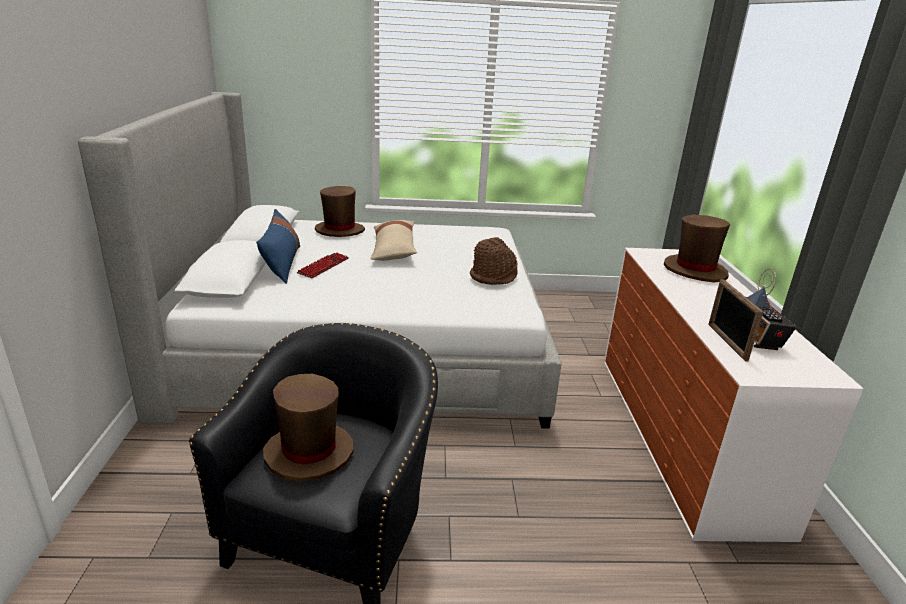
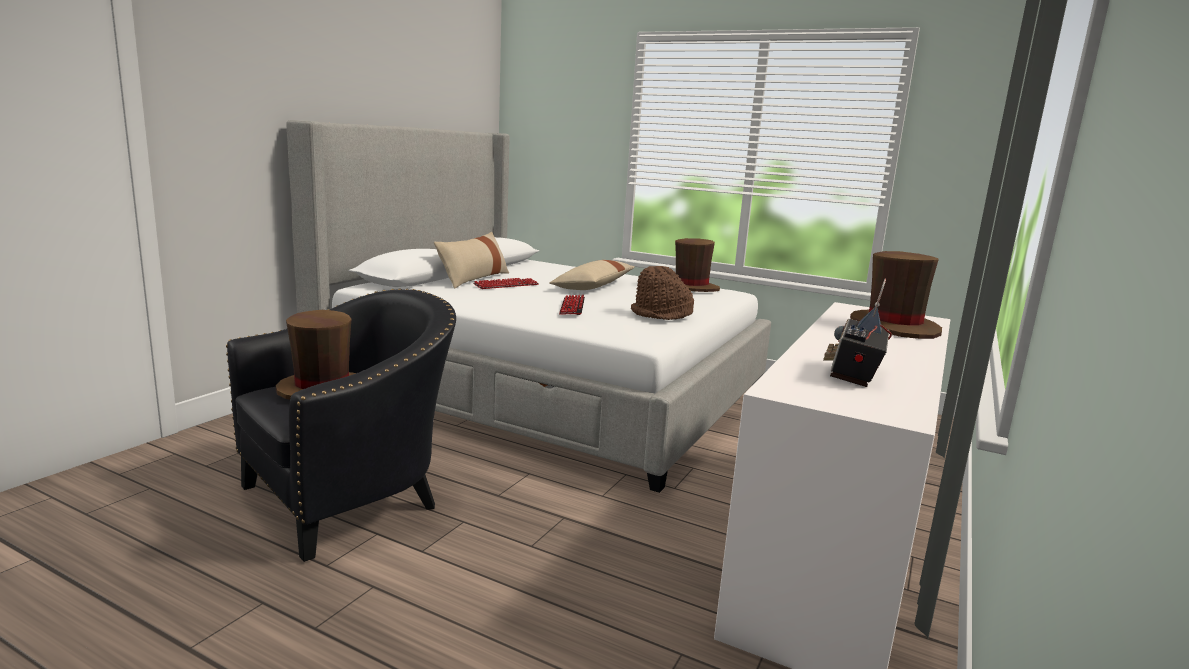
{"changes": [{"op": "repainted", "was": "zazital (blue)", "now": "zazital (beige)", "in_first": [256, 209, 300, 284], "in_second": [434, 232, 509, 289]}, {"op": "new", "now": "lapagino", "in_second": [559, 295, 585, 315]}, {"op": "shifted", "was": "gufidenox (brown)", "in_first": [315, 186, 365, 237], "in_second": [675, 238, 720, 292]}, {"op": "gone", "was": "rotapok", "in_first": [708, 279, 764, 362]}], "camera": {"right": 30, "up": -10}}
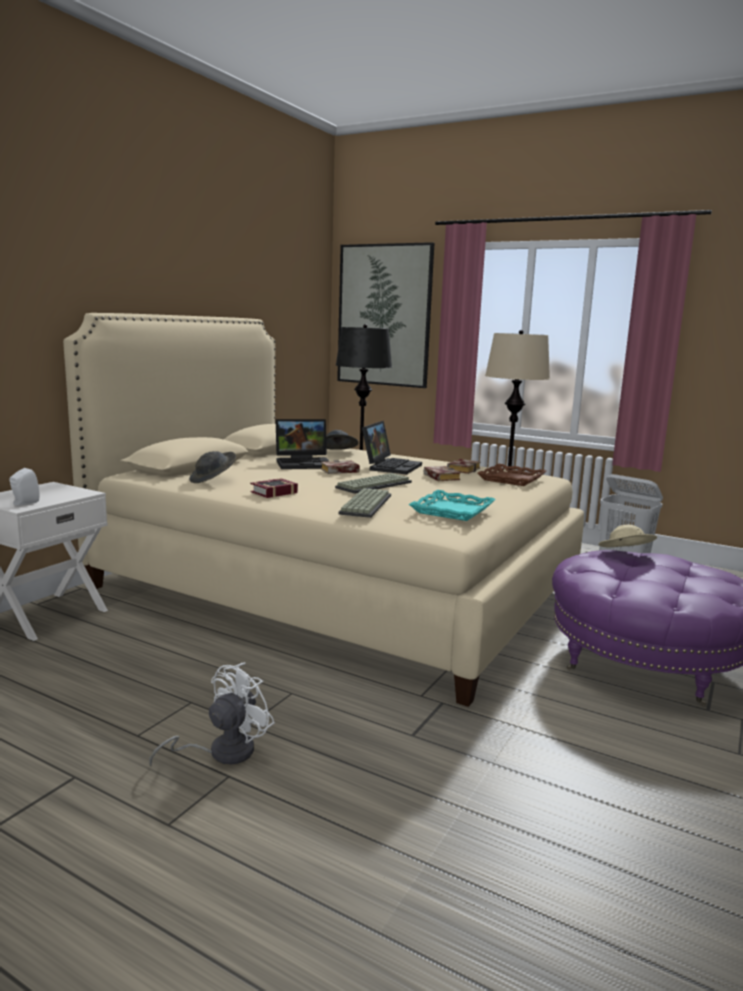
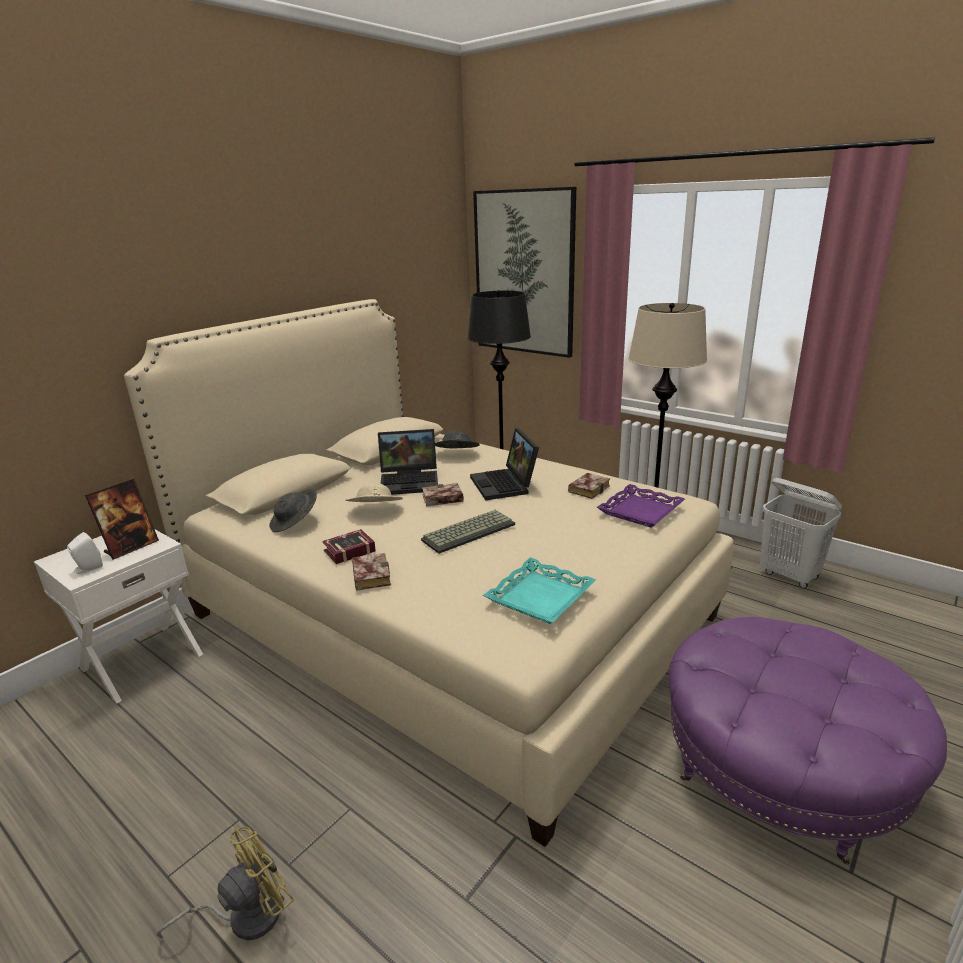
{"changes": [{"op": "new", "now": "rotapok", "in_second": [85, 479, 159, 560]}, {"op": "repainted", "was": "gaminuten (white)", "now": "gaminuten (yellow)", "in_first": [149, 662, 275, 766], "in_second": [157, 827, 294, 940]}, {"op": "shifted", "was": "gufidenox (beige)", "in_first": [598, 525, 657, 547], "in_second": [345, 483, 403, 502]}, {"op": "shifted", "was": "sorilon", "in_first": [424, 466, 461, 481], "in_second": [352, 553, 391, 591]}, {"op": "rotated", "was": "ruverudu", "in_first": [362, 421, 422, 474], "in_second": [470, 428, 539, 500], "clockwise": 135}, {"op": "repainted", "was": "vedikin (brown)", "now": "vedikin (purple)", "in_first": [477, 463, 546, 486], "in_second": [597, 484, 685, 528]}, {"op": "gone", "was": "lapagino", "in_first": [339, 488, 391, 518]}], "camera": {"right": 10, "up": 10}}
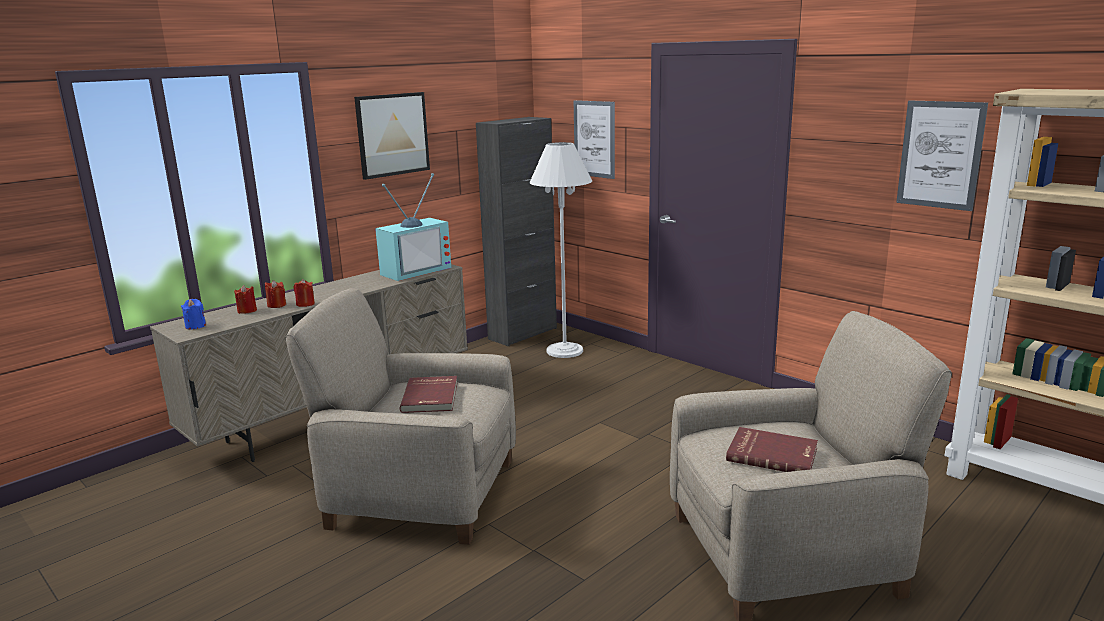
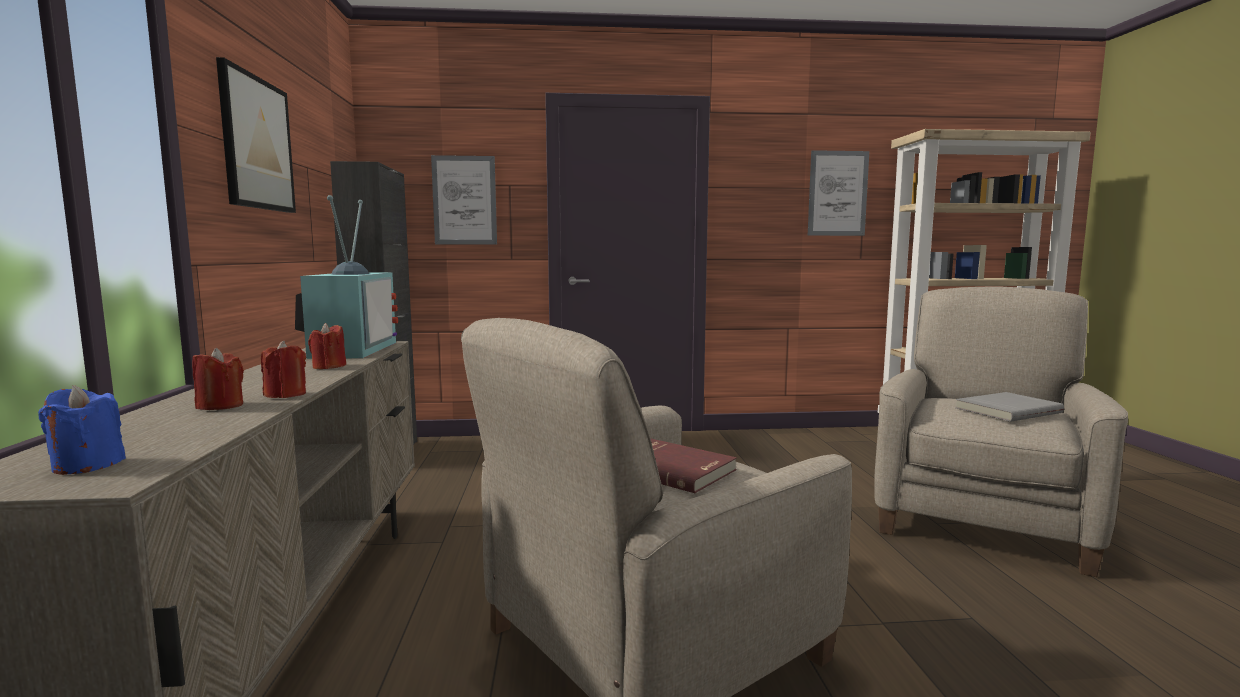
{"changes": [{"op": "shifted", "was": "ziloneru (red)", "in_first": [234, 285, 257, 314], "in_second": [308, 323, 346, 369]}, {"op": "repainted", "was": "sorilon (red)", "now": "sorilon (grey)", "in_first": [726, 427, 818, 472], "in_second": [955, 392, 1064, 422]}, {"op": "gone", "was": "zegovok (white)", "in_first": [530, 142, 592, 358]}], "camera": {"right": -50, "up": -10}}
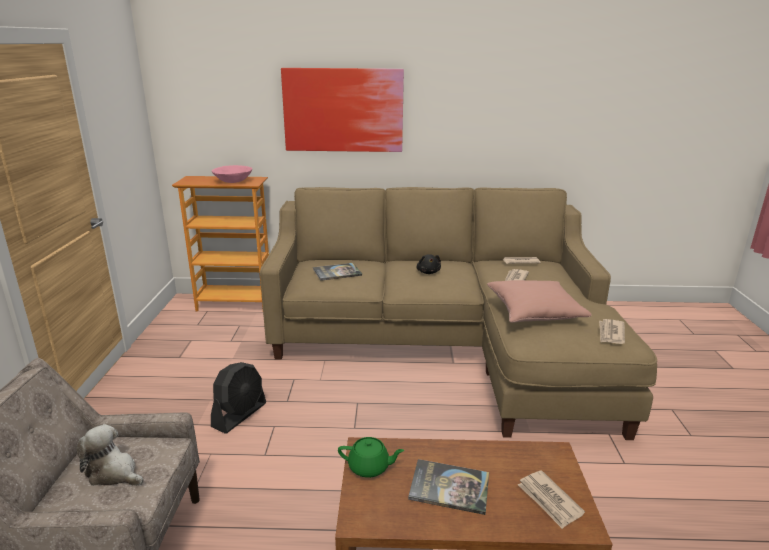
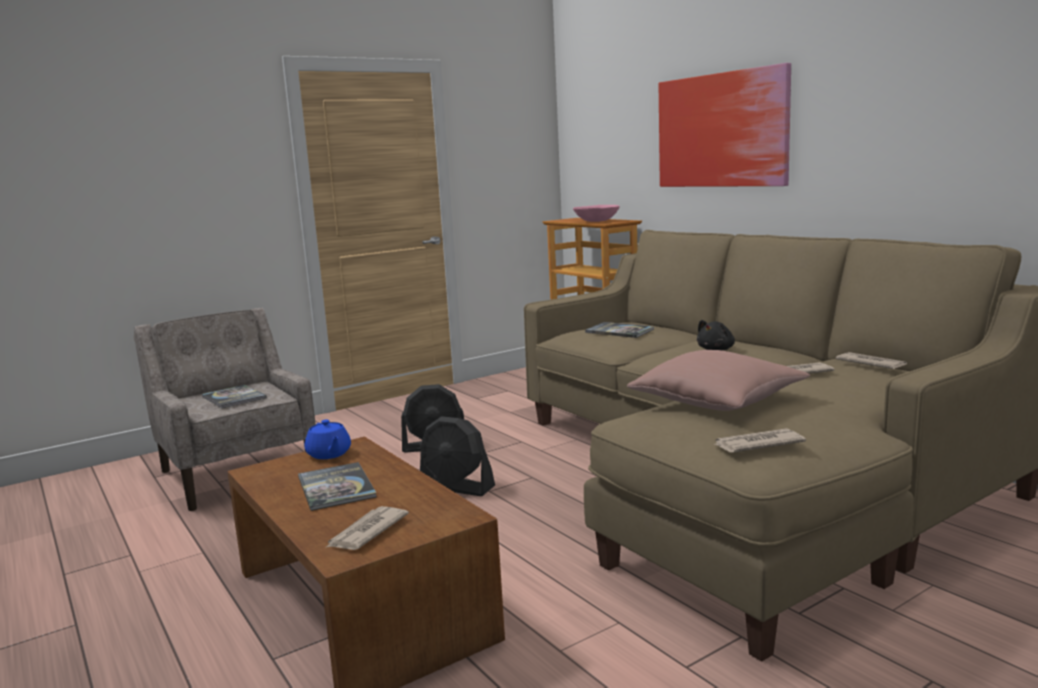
{"changes": [{"op": "swapped", "was": "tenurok", "now": "sorilon", "in_first": [76, 424, 143, 486], "in_second": [202, 385, 267, 408]}, {"op": "repainted", "was": "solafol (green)", "now": "solafol (blue)", "in_first": [338, 437, 405, 478], "in_second": [304, 419, 351, 459]}, {"op": "new", "now": "gaminuten (black)", "in_second": [420, 416, 495, 496]}], "camera": {"right": 55, "up": -10}}
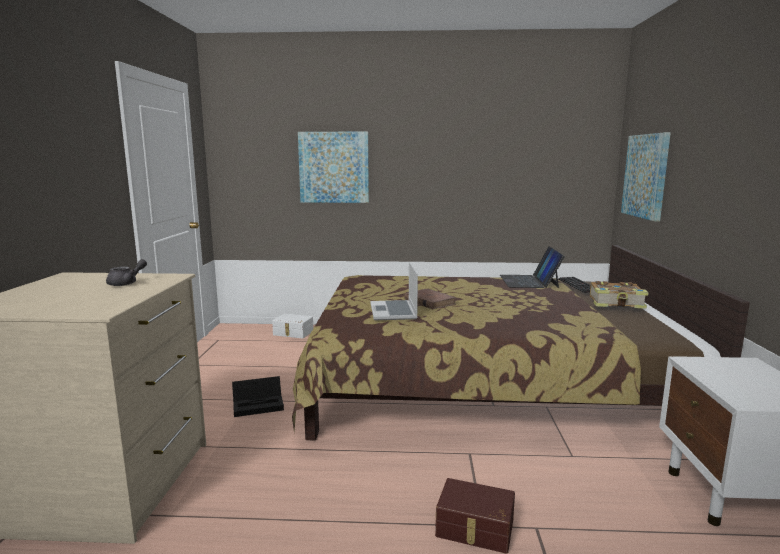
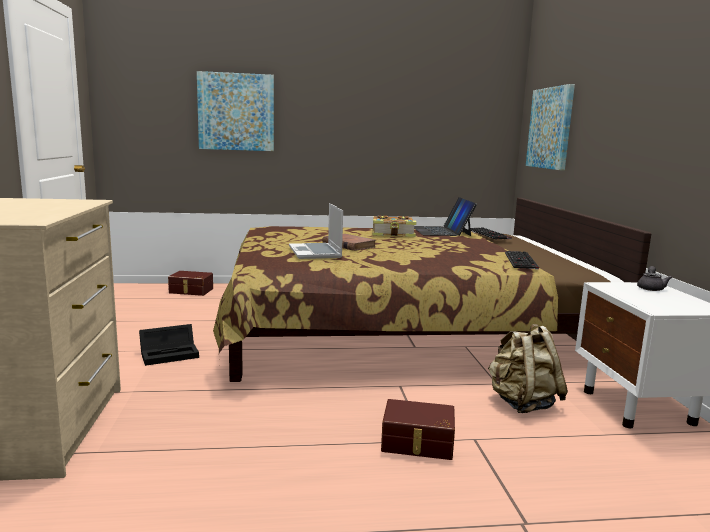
{"changes": [{"op": "repainted", "was": "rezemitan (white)", "now": "rezemitan (brown)", "in_first": [272, 314, 313, 339], "in_second": [168, 271, 213, 296]}, {"op": "shifted", "was": "sorilon", "in_first": [590, 281, 649, 309], "in_second": [372, 215, 416, 237]}, {"op": "new", "now": "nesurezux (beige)", "in_second": [488, 324, 568, 413]}, {"op": "new", "now": "lapagino", "in_second": [505, 251, 539, 270]}, {"op": "shifted", "was": "solafol (grey)", "in_first": [106, 259, 147, 286], "in_second": [637, 266, 672, 291]}], "camera": {"right": -10, "up": 0}}
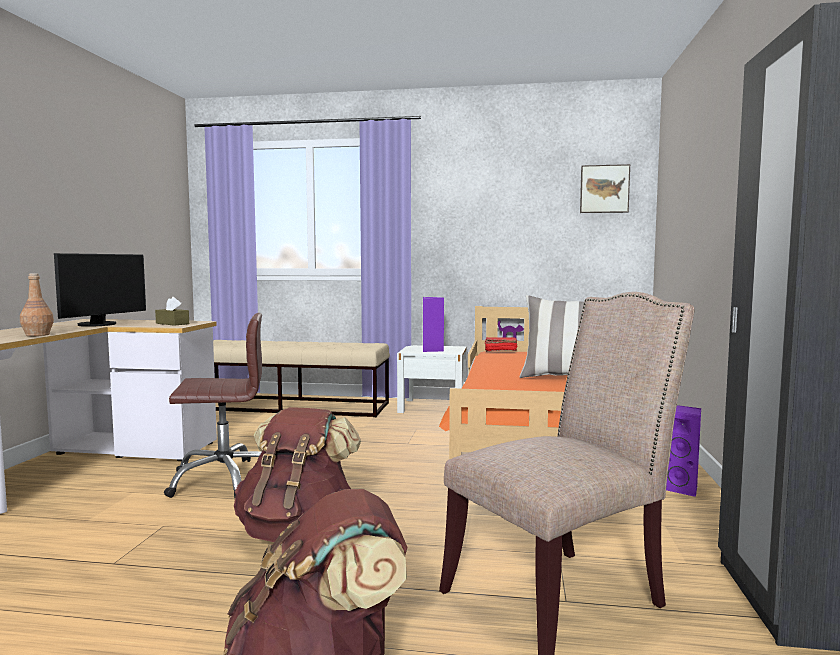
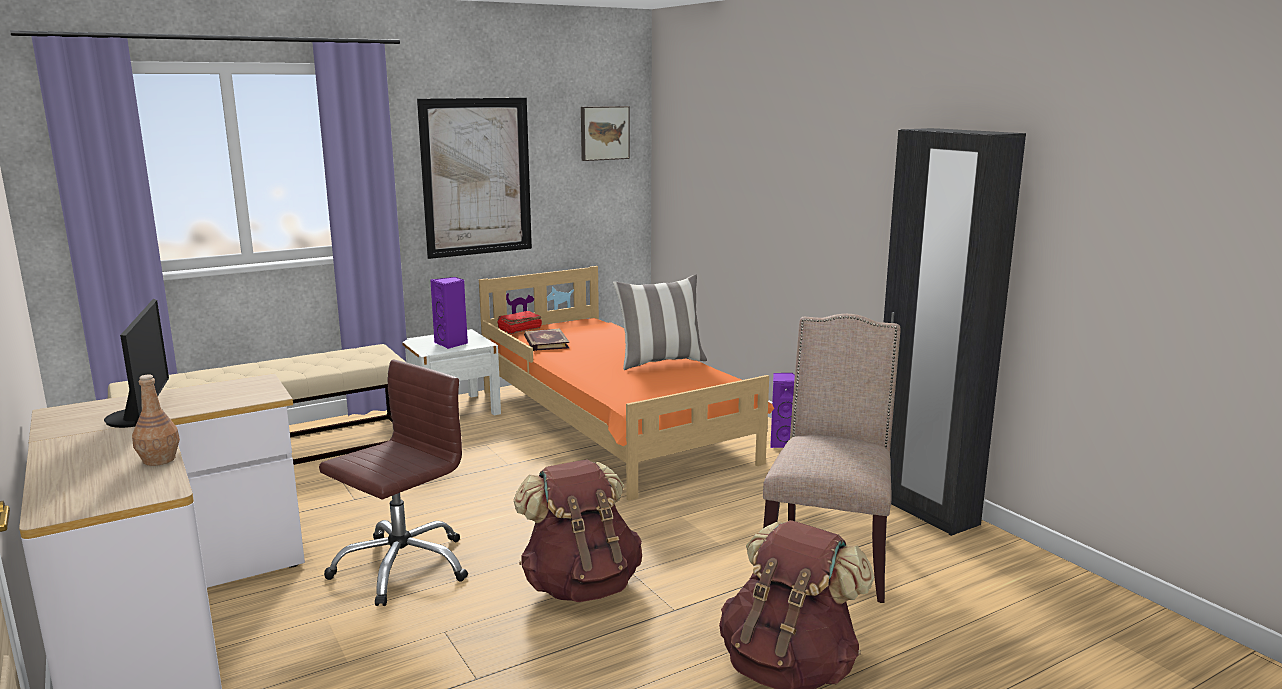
{"changes": [{"op": "new", "now": "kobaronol", "in_second": [417, 98, 532, 259]}, {"op": "new", "now": "sorilon", "in_second": [524, 329, 569, 351]}, {"op": "gone", "was": "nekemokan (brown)", "in_first": [155, 296, 189, 326]}], "camera": {"right": -40, "up": 10}}
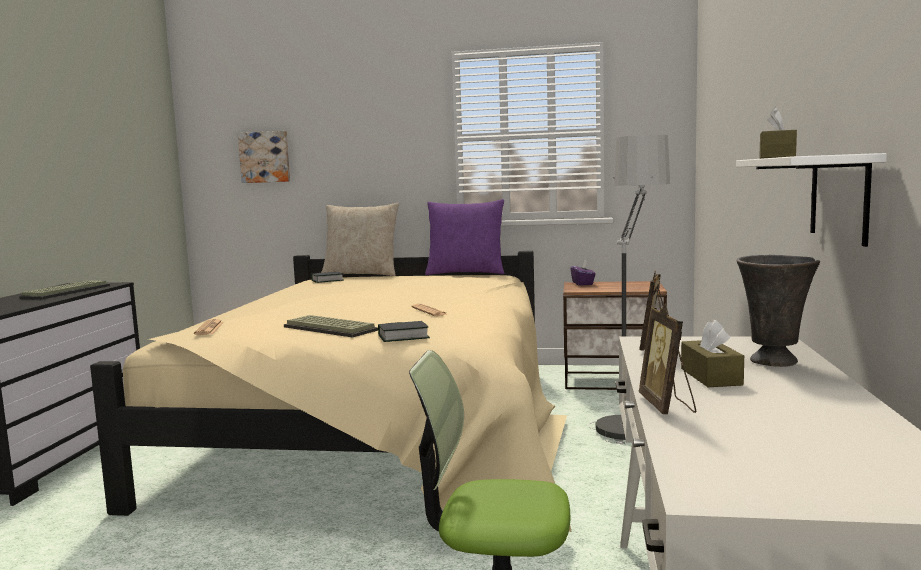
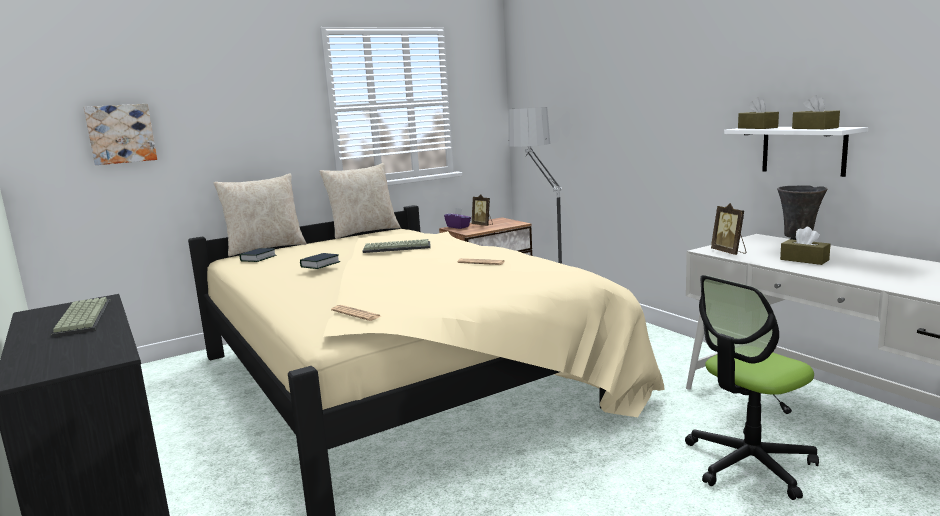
{"changes": [{"op": "shifted", "was": "sorilon", "in_first": [378, 321, 430, 342], "in_second": [300, 253, 340, 269]}, {"op": "repainted", "was": "zazital (purple)", "now": "zazital (beige)", "in_first": [425, 199, 504, 275], "in_second": [319, 163, 401, 239]}, {"op": "shifted", "was": "lapagino", "in_first": [284, 315, 378, 338], "in_second": [363, 239, 430, 253]}, {"op": "shifted", "was": "rotapok", "in_first": [638, 303, 696, 414], "in_second": [472, 194, 493, 226]}, {"op": "new", "now": "nekemokan (brown)", "in_second": [792, 95, 840, 129]}], "camera": {"right": -40, "up": 5}}
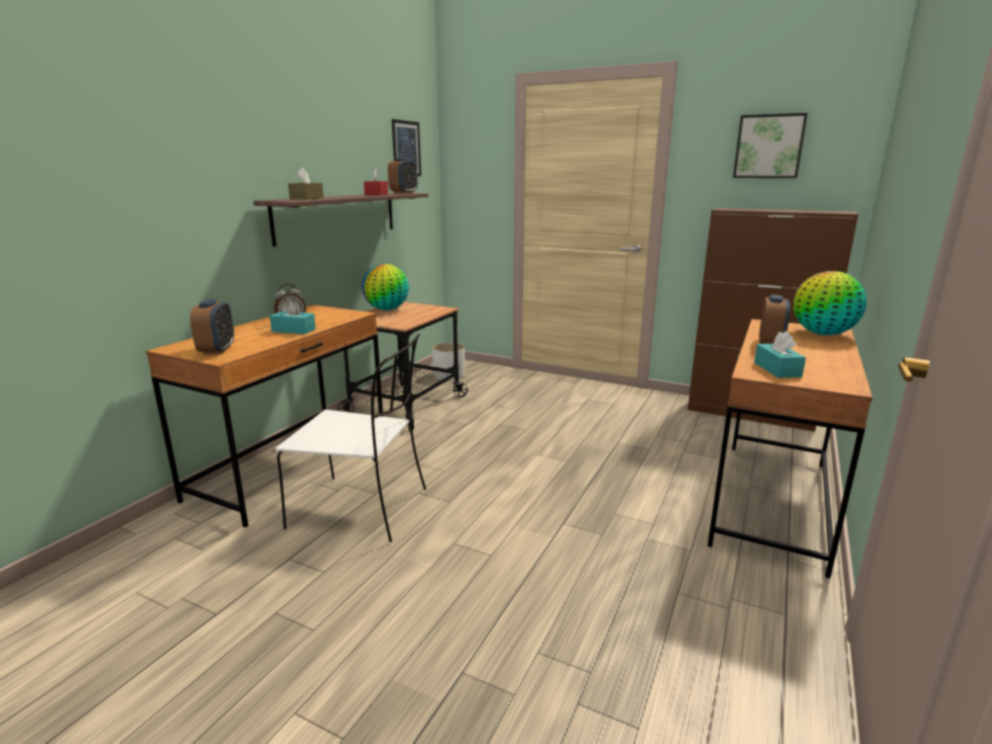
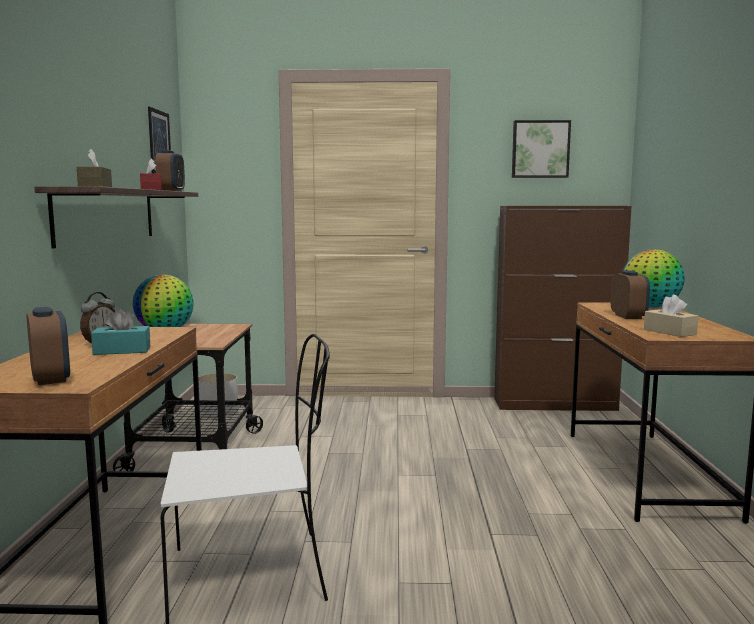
{"changes": [{"op": "repainted", "was": "nekemokan (turquoise)", "now": "nekemokan (beige)", "in_first": [754, 331, 806, 378], "in_second": [644, 294, 698, 337]}], "camera": {"right": -25, "up": -10}}
